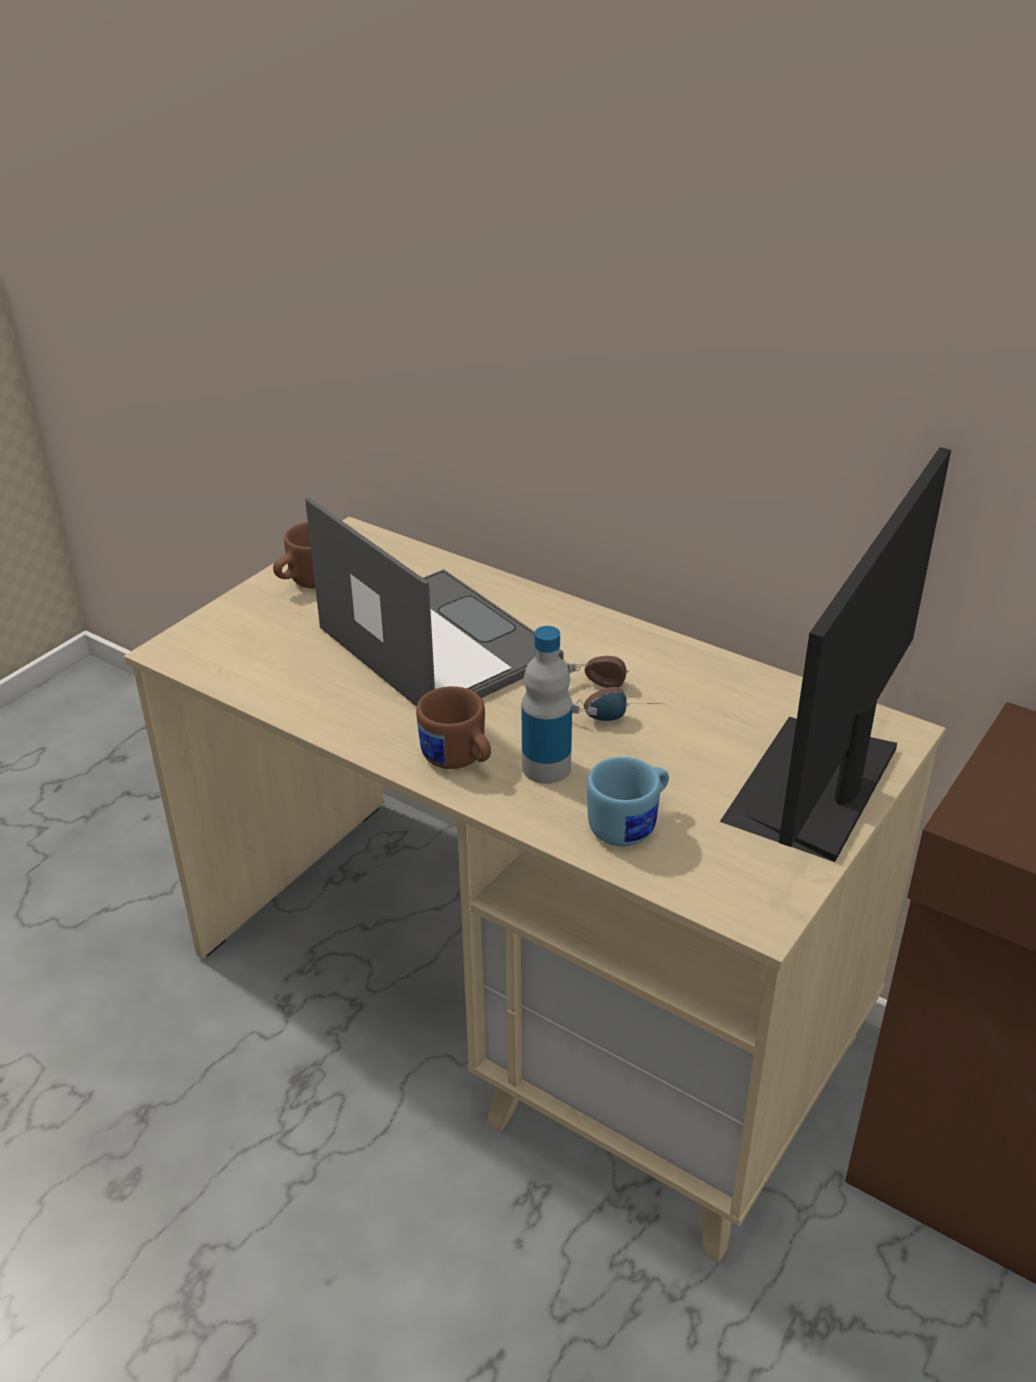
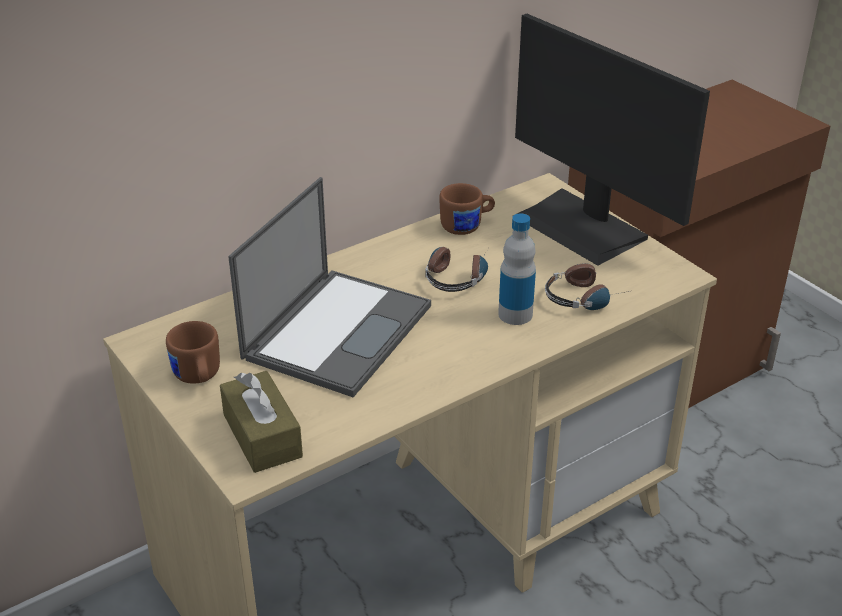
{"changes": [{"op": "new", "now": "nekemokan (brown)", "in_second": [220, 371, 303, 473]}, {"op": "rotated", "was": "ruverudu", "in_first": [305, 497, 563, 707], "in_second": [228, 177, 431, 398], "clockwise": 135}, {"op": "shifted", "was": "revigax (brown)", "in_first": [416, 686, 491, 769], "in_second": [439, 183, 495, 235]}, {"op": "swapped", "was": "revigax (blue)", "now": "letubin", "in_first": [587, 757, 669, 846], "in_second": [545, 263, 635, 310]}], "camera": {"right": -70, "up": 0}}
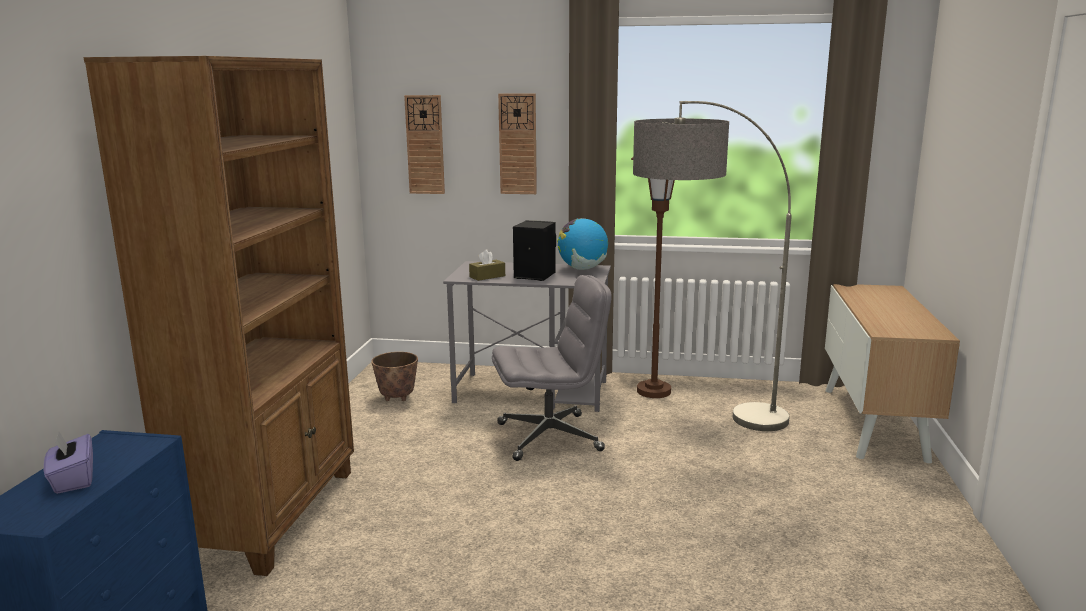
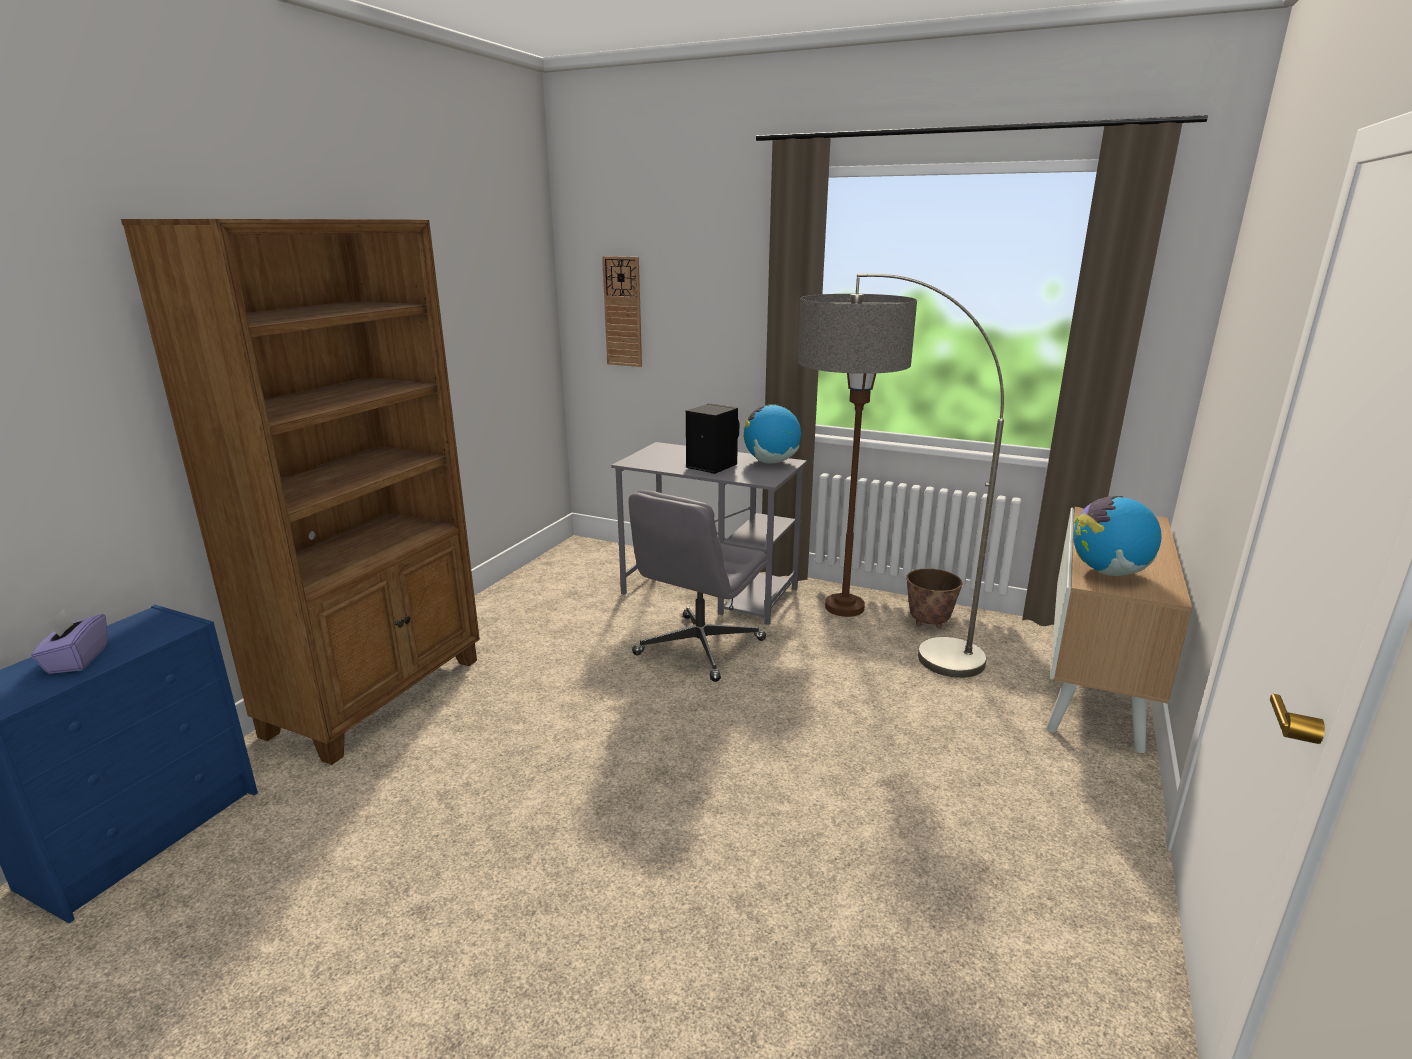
{"changes": [{"op": "rotated", "was": "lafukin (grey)", "in_first": [492, 275, 612, 461], "in_second": [629, 490, 768, 682], "clockwise": 120}, {"op": "shifted", "was": "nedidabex", "in_first": [371, 352, 418, 401], "in_second": [906, 568, 963, 628]}, {"op": "new", "now": "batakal", "in_second": [1073, 496, 1162, 576]}, {"op": "gone", "was": "nekemokan (brown)", "in_first": [469, 250, 505, 281]}, {"op": "gone", "was": "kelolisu", "in_first": [498, 93, 537, 194]}], "camera": {"right": 15, "up": 5}}
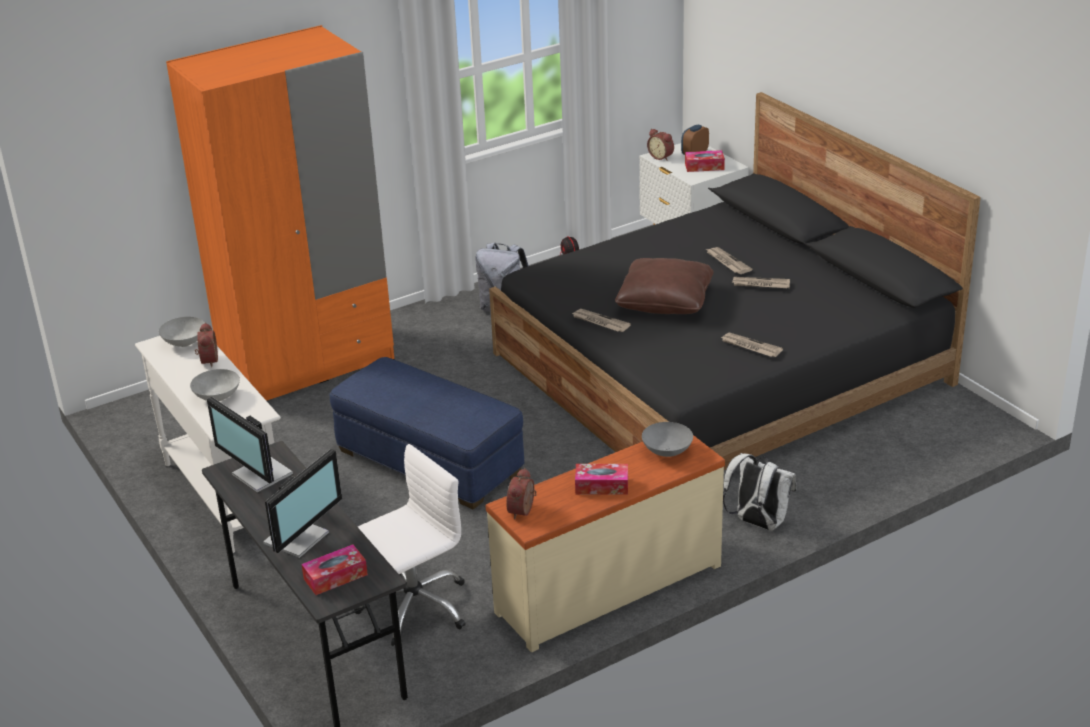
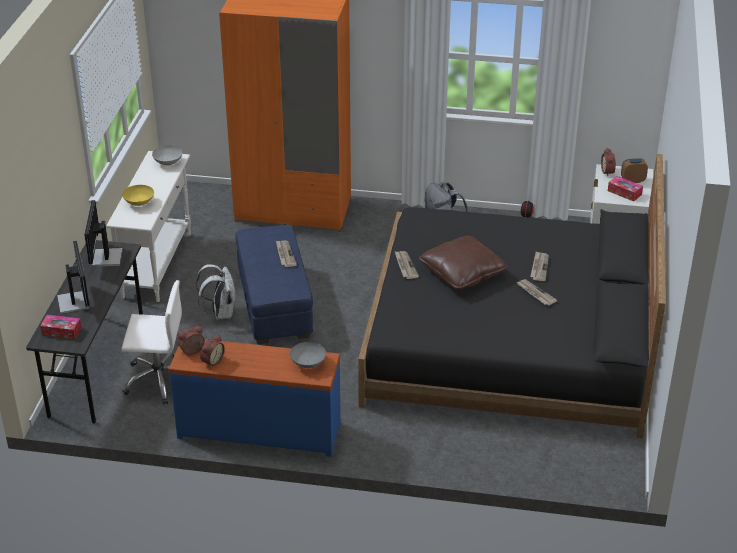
{"changes": [{"op": "rotated", "was": "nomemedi", "in_first": [263, 449, 342, 558], "in_second": [57, 241, 90, 314], "clockwise": -90}, {"op": "repainted", "was": "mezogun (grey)", "now": "mezogun (yellow)", "in_first": [190, 369, 240, 401], "in_second": [122, 185, 154, 206]}, {"op": "repainted", "was": "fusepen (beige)", "now": "fusepen (blue)", "in_first": [486, 435, 725, 652], "in_second": [168, 339, 341, 457]}, {"op": "shifted", "was": "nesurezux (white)", "in_first": [723, 453, 796, 530], "in_second": [196, 264, 236, 320]}, {"op": "shifted", "was": "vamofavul", "in_first": [195, 323, 218, 367], "in_second": [200, 334, 225, 368]}, {"op": "shifted", "was": "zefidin", "in_first": [721, 333, 783, 357], "in_second": [276, 241, 297, 267]}, {"op": "gone", "was": "nekemokan", "in_first": [575, 464, 628, 495]}], "camera": {"right": 40, "up": 5}}
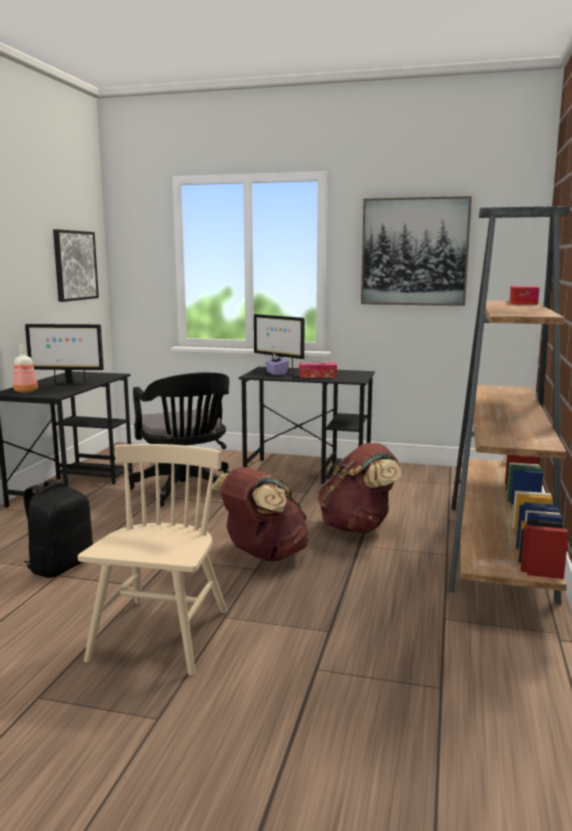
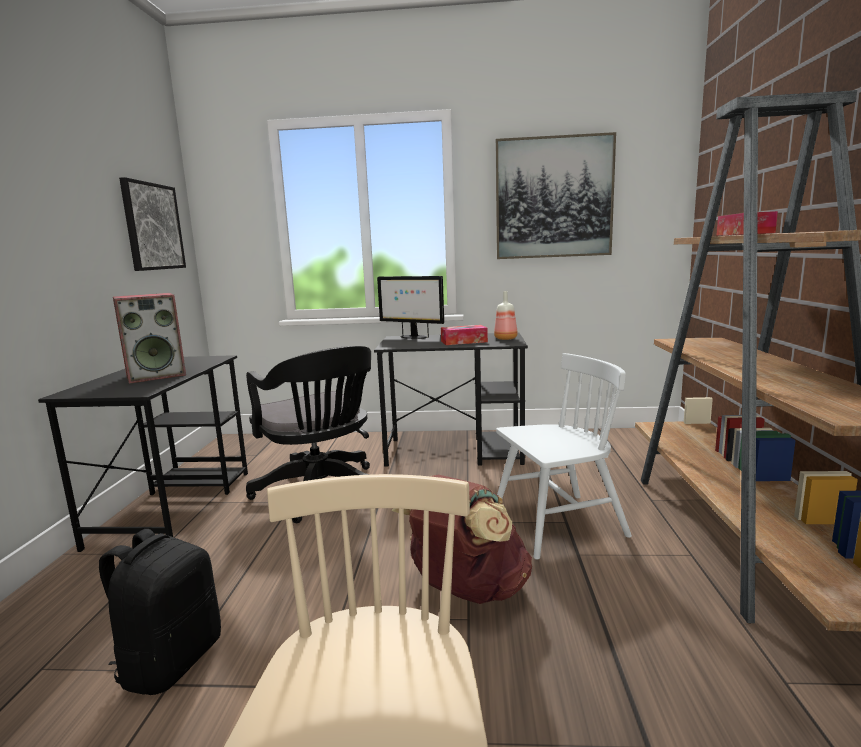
{"changes": [{"op": "swapped", "was": "nomemedi", "now": "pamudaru", "in_first": [25, 324, 104, 386], "in_second": [113, 293, 186, 384]}, {"op": "shifted", "was": "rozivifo", "in_first": [13, 344, 38, 393], "in_second": [494, 291, 518, 340]}, {"op": "swapped", "was": "nesurezux (brown)", "now": "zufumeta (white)", "in_first": [317, 443, 401, 533], "in_second": [496, 353, 632, 560]}, {"op": "gone", "was": "nekemokan (purple)", "in_first": [265, 353, 289, 375]}], "camera": {"right": -10, "up": 0}}
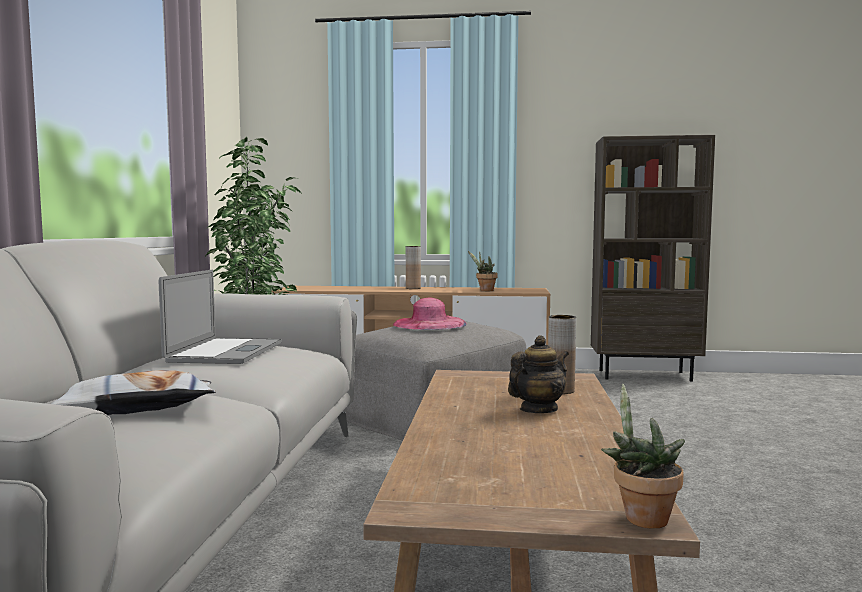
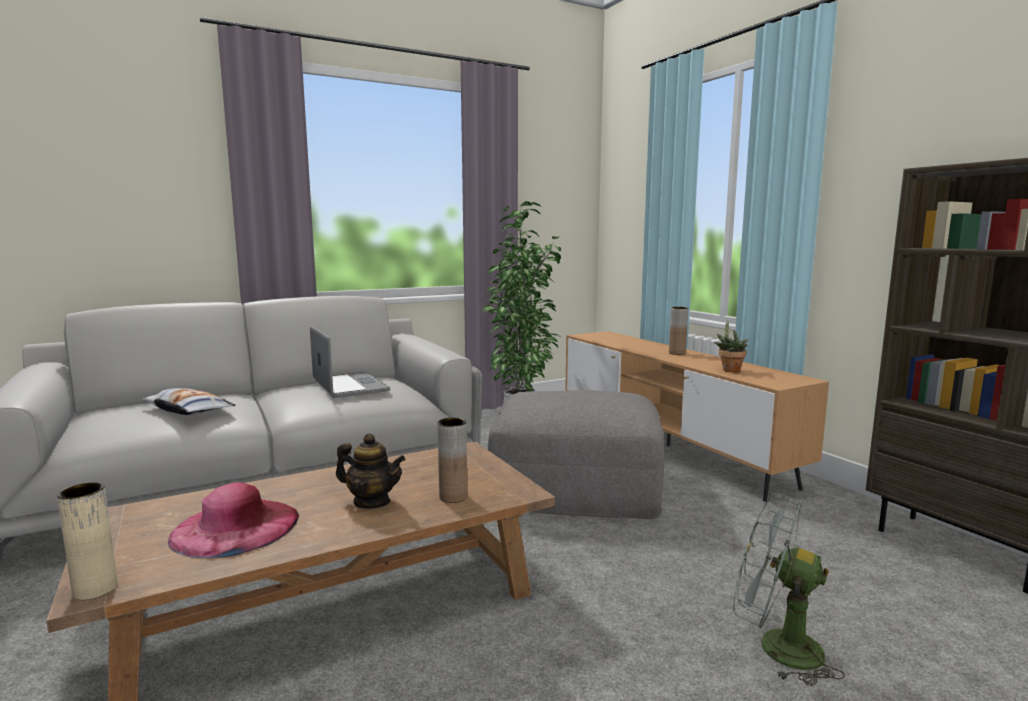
{"changes": [{"op": "swapped", "was": "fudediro", "now": "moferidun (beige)", "in_first": [601, 384, 685, 529], "in_second": [57, 482, 118, 600]}, {"op": "shifted", "was": "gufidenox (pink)", "in_first": [393, 298, 467, 330], "in_second": [168, 482, 299, 558]}, {"op": "rotated", "was": "ruverudu", "in_first": [159, 270, 282, 364], "in_second": [310, 326, 390, 398], "clockwise": -90}, {"op": "new", "now": "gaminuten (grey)", "in_second": [733, 493, 845, 686]}], "camera": {"right": 55, "up": 5}}
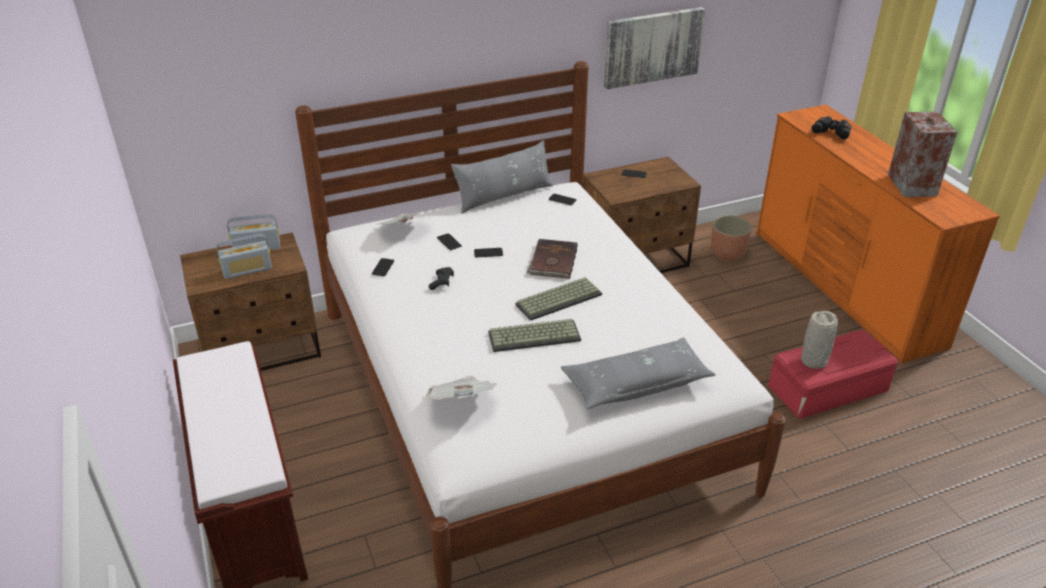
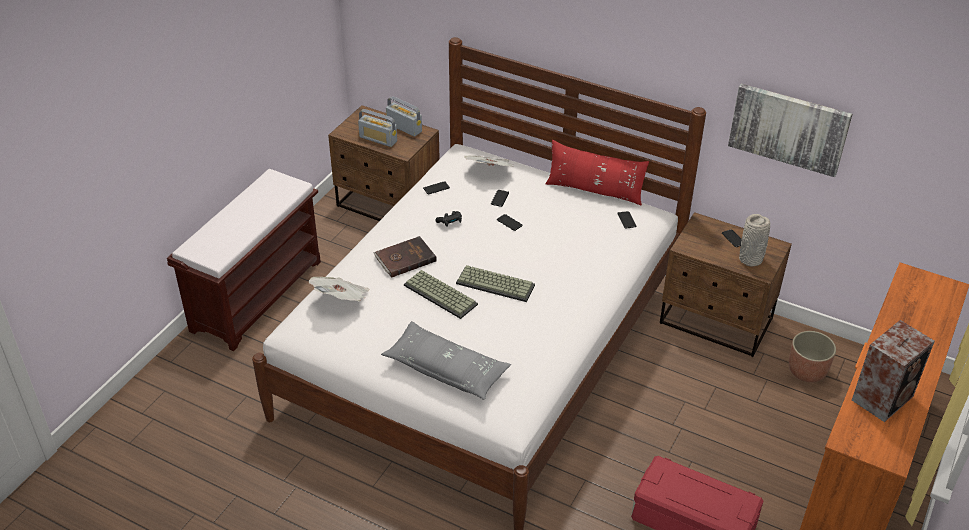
{"changes": [{"op": "shifted", "was": "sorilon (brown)", "in_first": [527, 239, 578, 279], "in_second": [373, 236, 437, 278]}, {"op": "repainted", "was": "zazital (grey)", "now": "zazital (red)", "in_first": [451, 140, 553, 213], "in_second": [546, 140, 649, 205]}, {"op": "shifted", "was": "moferidun (grey)", "in_first": [801, 311, 838, 369], "in_second": [739, 214, 770, 266]}, {"op": "gone", "was": "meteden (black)", "in_first": [811, 116, 851, 139]}], "camera": {"right": 50, "up": 5}}
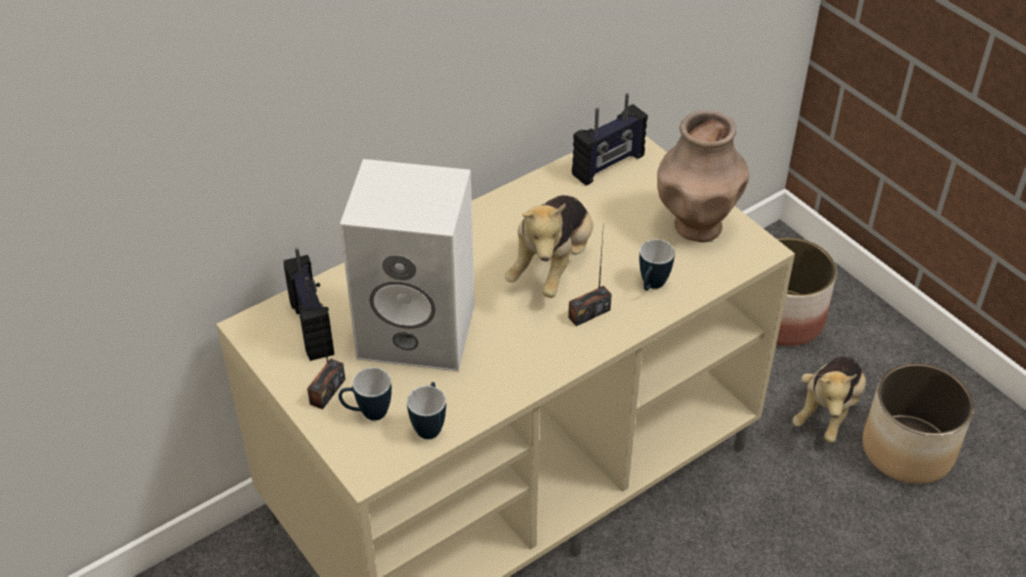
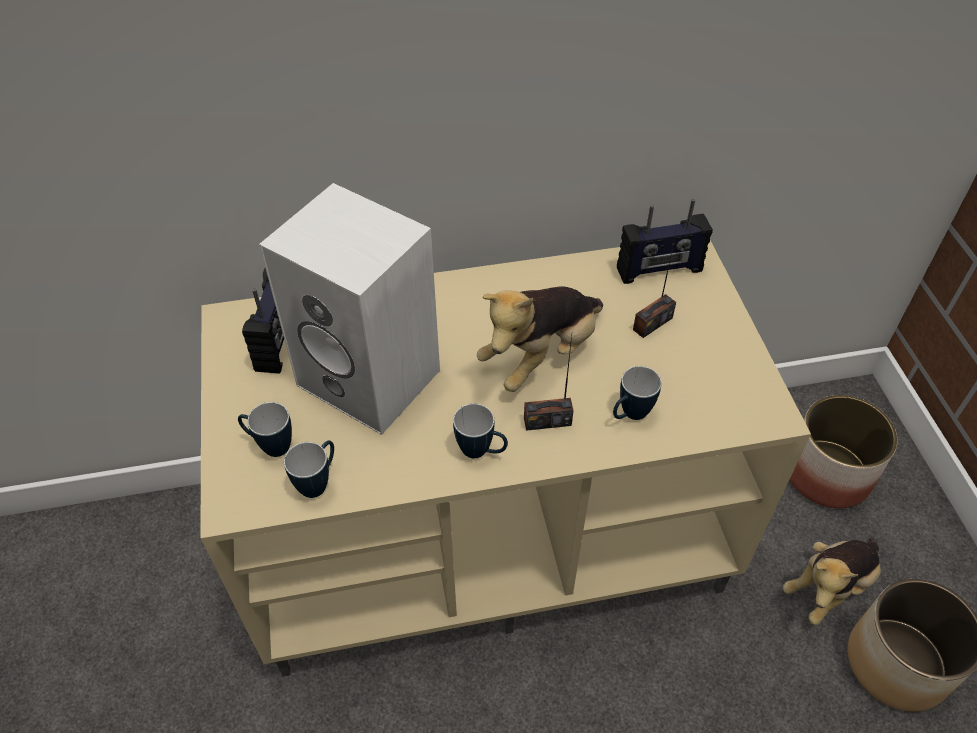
{"changes": [{"op": "new", "now": "revigax", "in_second": [453, 403, 508, 458]}, {"op": "shifted", "was": "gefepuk", "in_first": [307, 299, 345, 410], "in_second": [633, 229, 677, 338]}, {"op": "gone", "was": "moferidun (brown)", "in_first": [657, 110, 749, 242]}], "camera": {"right": 25, "up": 5}}
